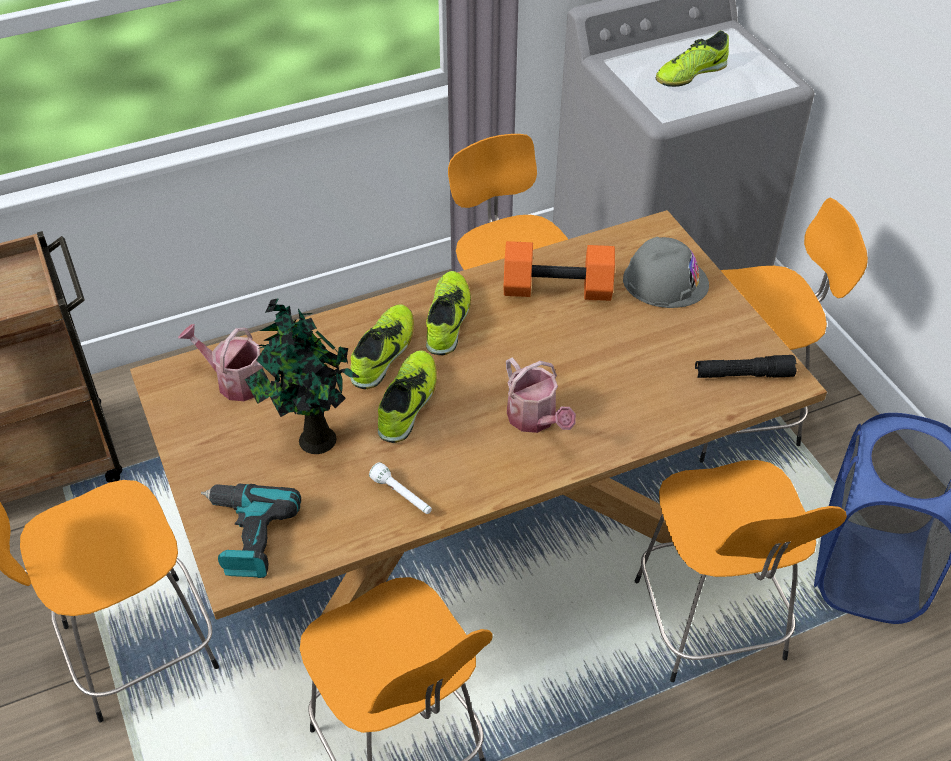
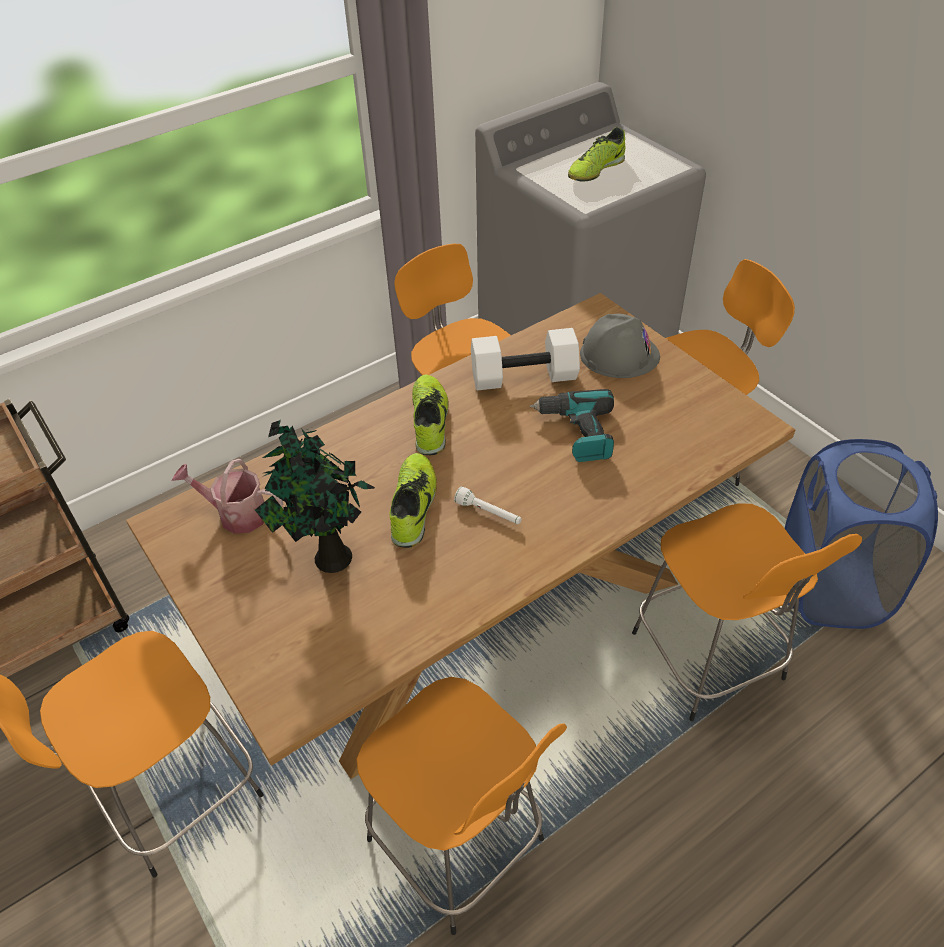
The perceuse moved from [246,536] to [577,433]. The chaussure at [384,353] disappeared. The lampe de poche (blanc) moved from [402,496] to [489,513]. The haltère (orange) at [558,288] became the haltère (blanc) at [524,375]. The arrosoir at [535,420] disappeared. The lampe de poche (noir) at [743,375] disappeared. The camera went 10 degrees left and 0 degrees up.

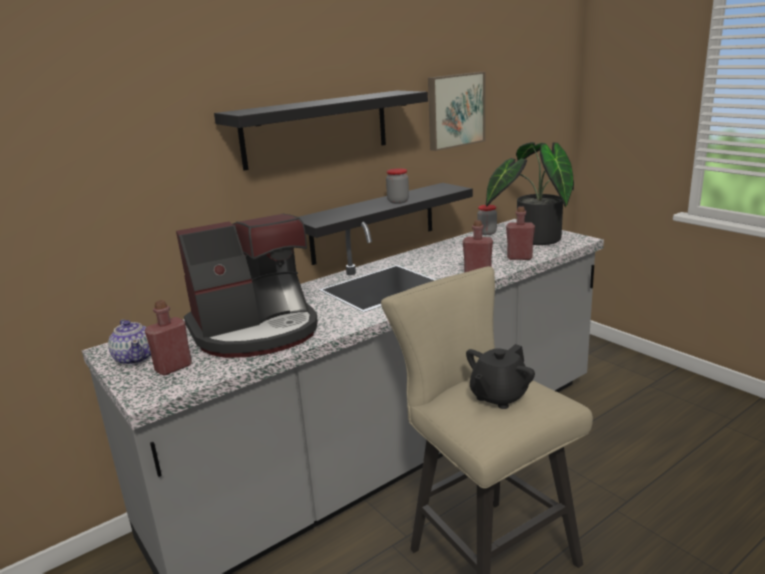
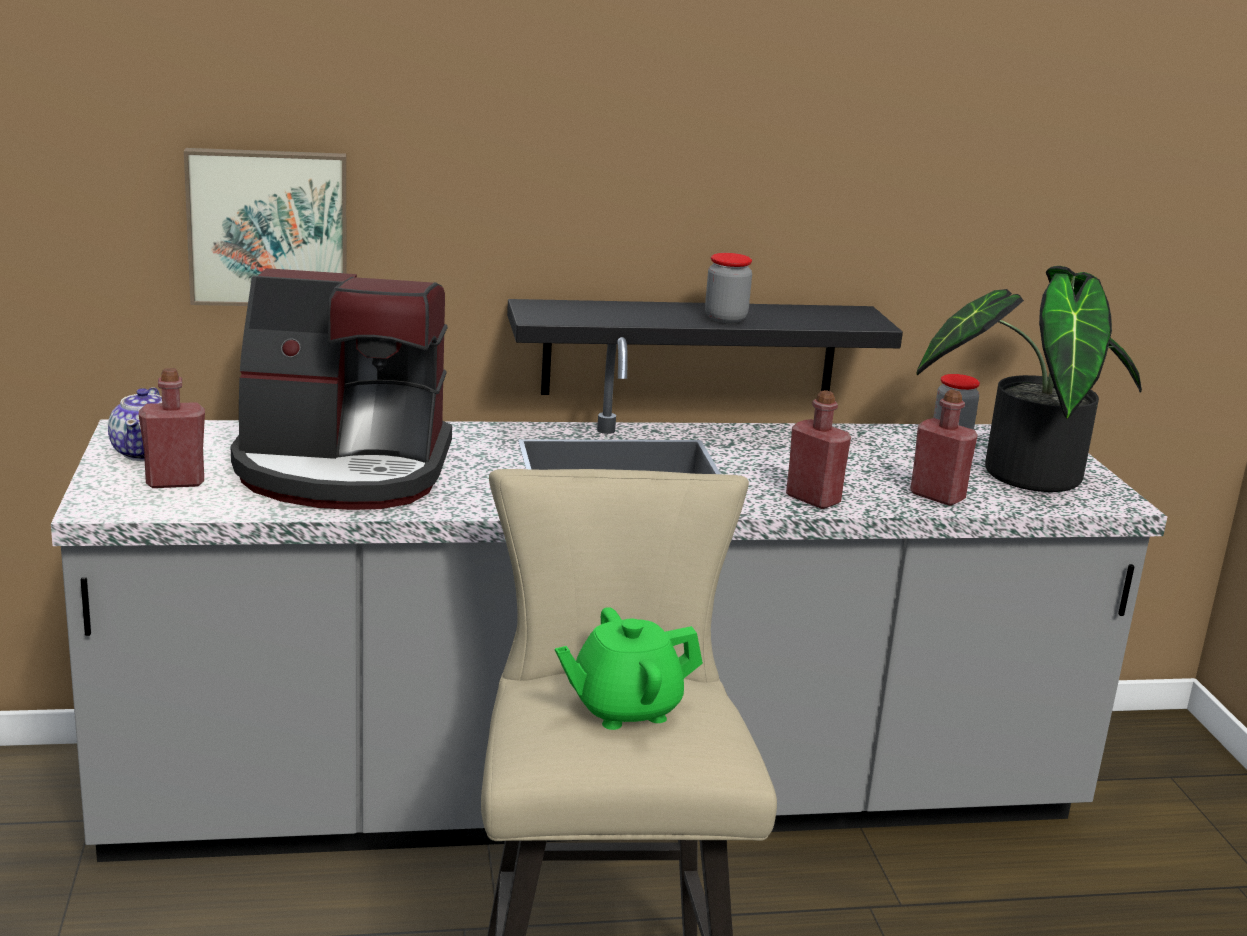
The étagère (noir) at [316,129] disappeared. The tableau moved from [454,110] to [268,227]. The théière (noir) at [498,396] became the théière (vert) at [624,708]. The camera went 25 degrees right and 0 degrees up.

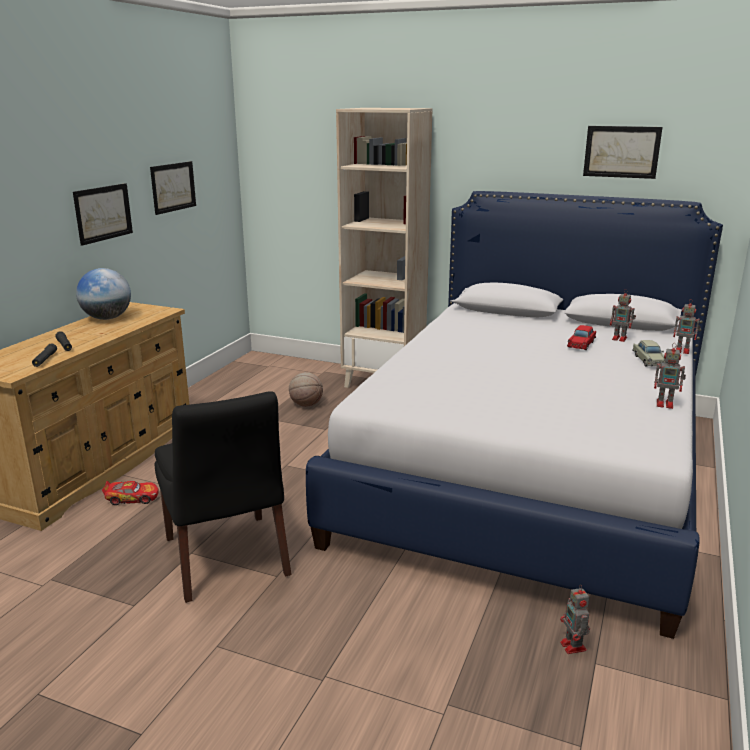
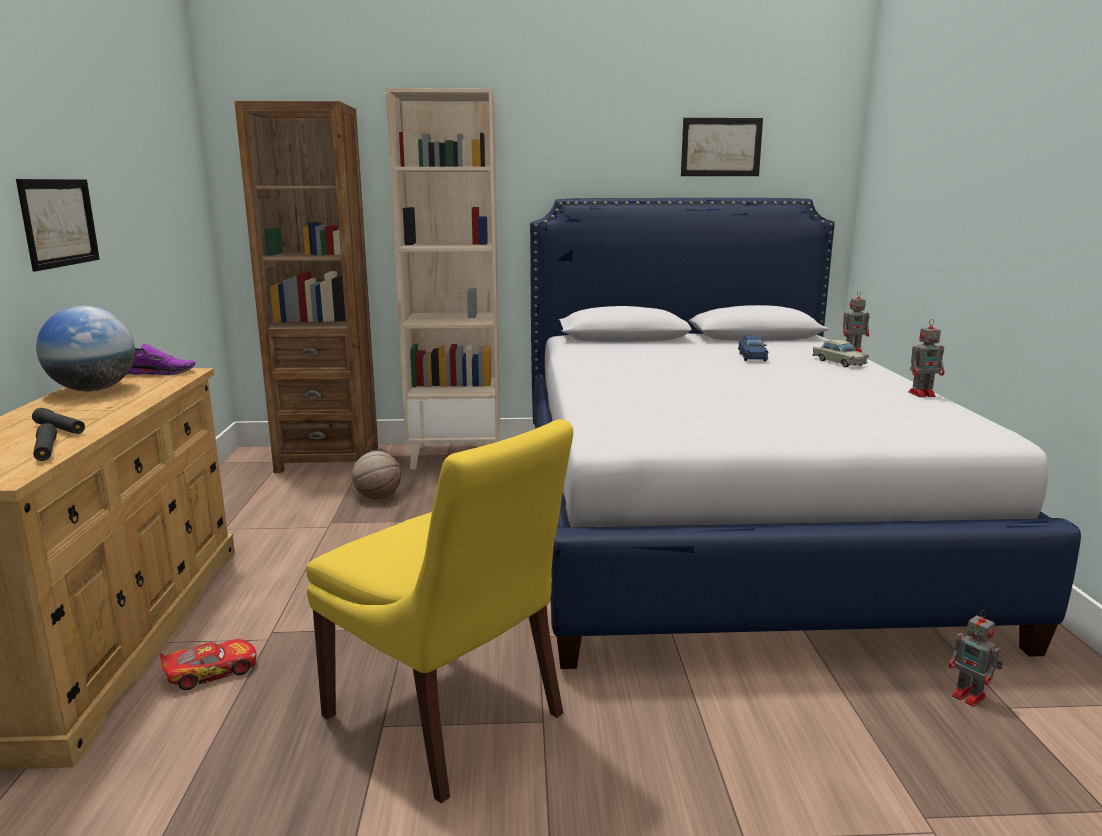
The tableau at [173,187] disappeared. The chaise (noir) at [227,559] became the chaise (jaune) at [448,719]. The petite voiture (rouge) at [581,344] became the petite voiture (bleu) at [752,357]. The robot jouet at [620,339] disappeared. The chaussure (violet) at [159,373] appeared. The bibliothèque (marron) at [328,459] appeared. The camera went 25 degrees left and 5 degrees down.

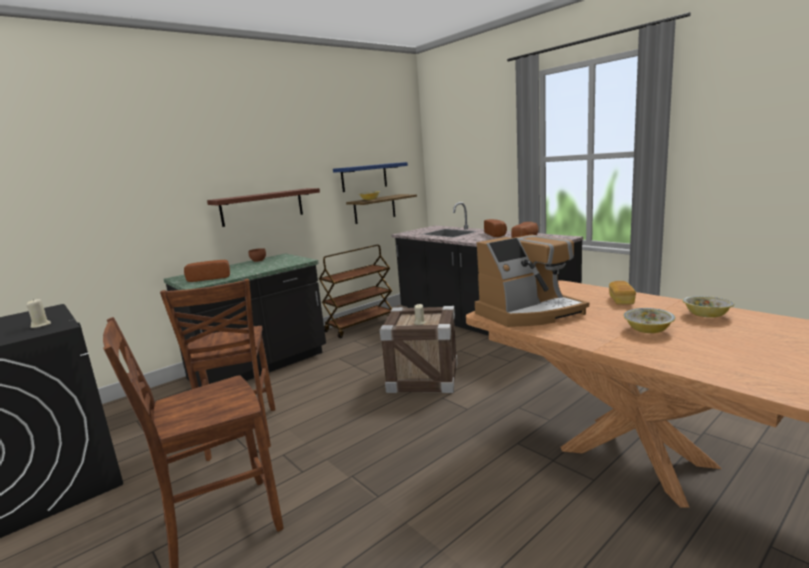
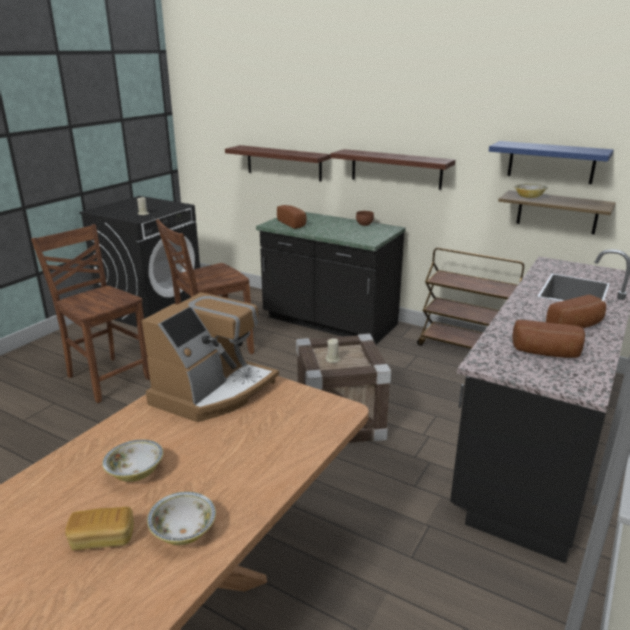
The machine à café at [529,313] turned 105 degrees counterclockwise. The pain moved from [621,301] to [103,539]. The étagère at [283,163] appeared. The camera went 70 degrees right and 10 degrees up.

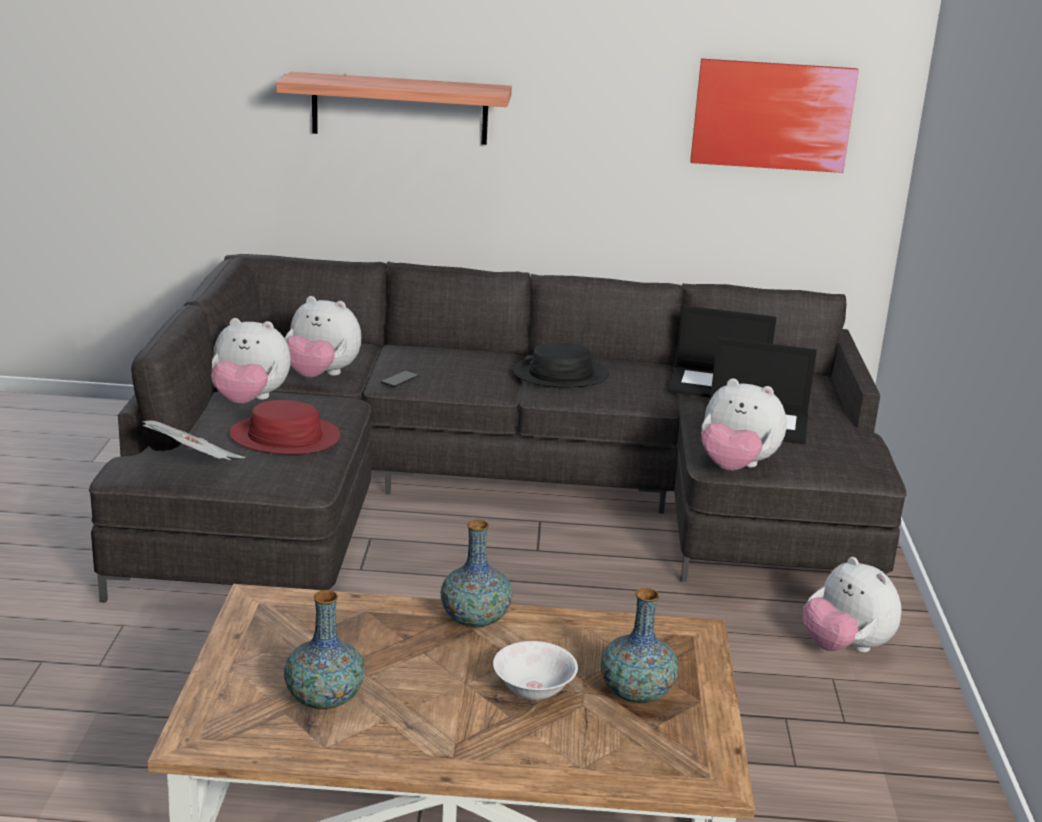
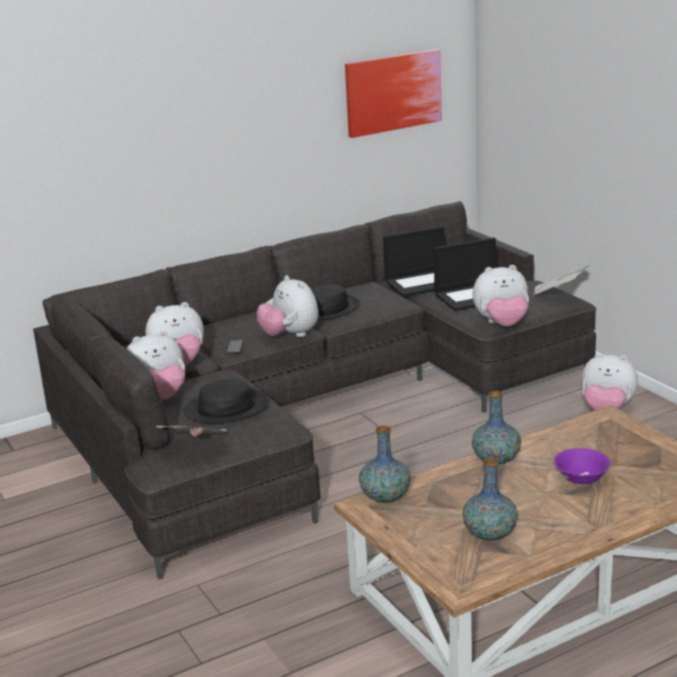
The chapeau (rouge) at [285,437] became the chapeau (noir) at [226,408]. The étagère at [399,108] disappeared. The bol (blanc) at [533,691] became the bol (violet) at [581,479]. The vase moved from [636,693] to [385,497]. The peluche at [290,335] appeared. The journal at [559,294] appeared. The camera went 30 degrees left and 0 degrees up.

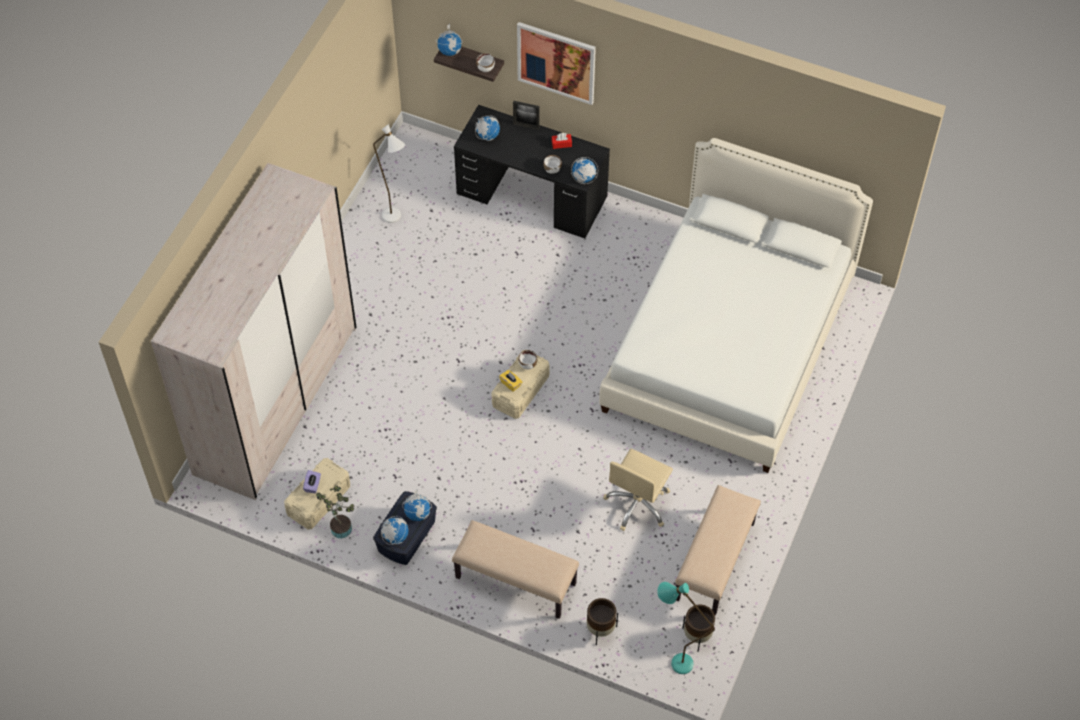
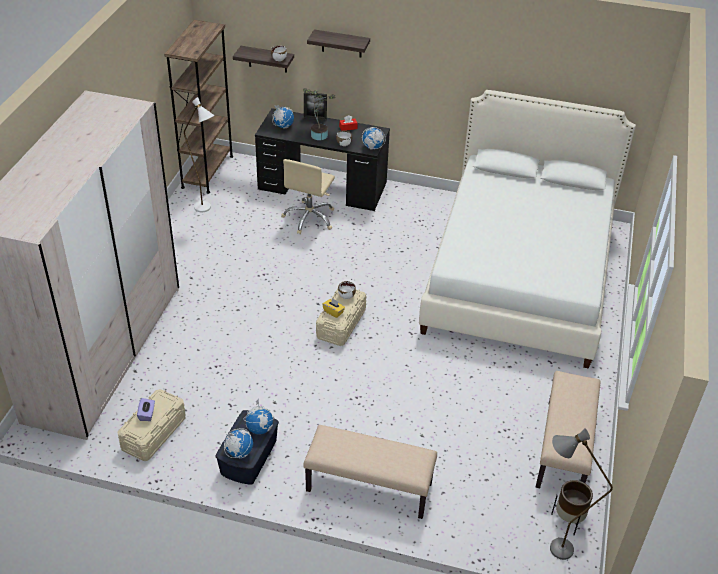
The plante en pot moved from [341,526] to [318,134]. The globe at [450,51] disappeared. The tableau at [556,62] was replaced by the étagère at [341,43]. The cache-pot (marron) at [600,630] disappeared. The chaise de bureau (beige) moved from [638,504] to [309,218]. The lampadaire (turquoise) at [673,662] became the lampadaire (gris) at [552,548]. The bibliothèque (marron) at [207,171] appeared. The camera went 10 degrees left and 15 degrees down.

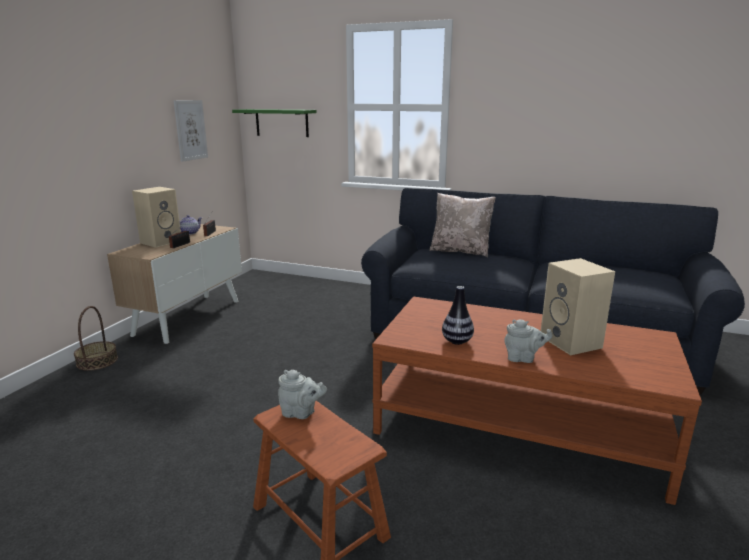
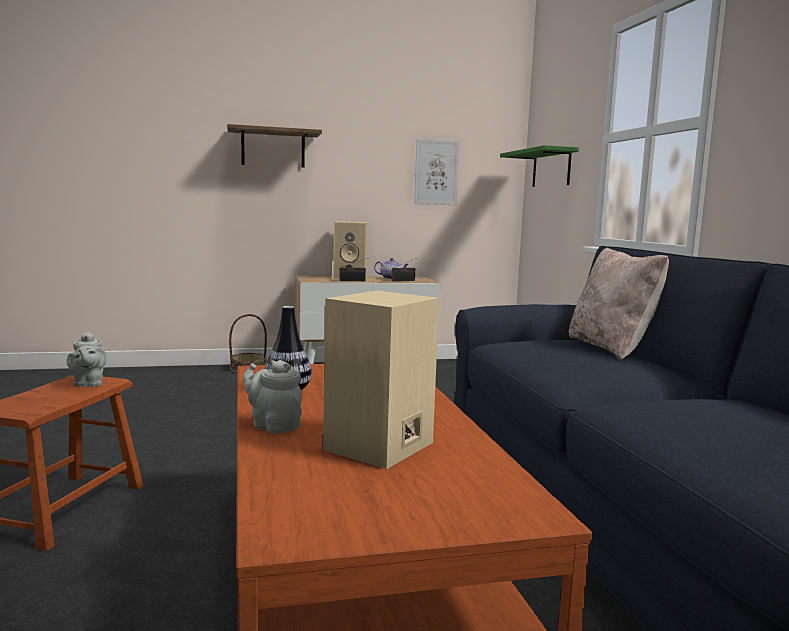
The théière (gris) at [523,358] turned 150 degrees clockwise. The étagère at [273,148] appeared. The camera went 55 degrees right and 10 degrees down.

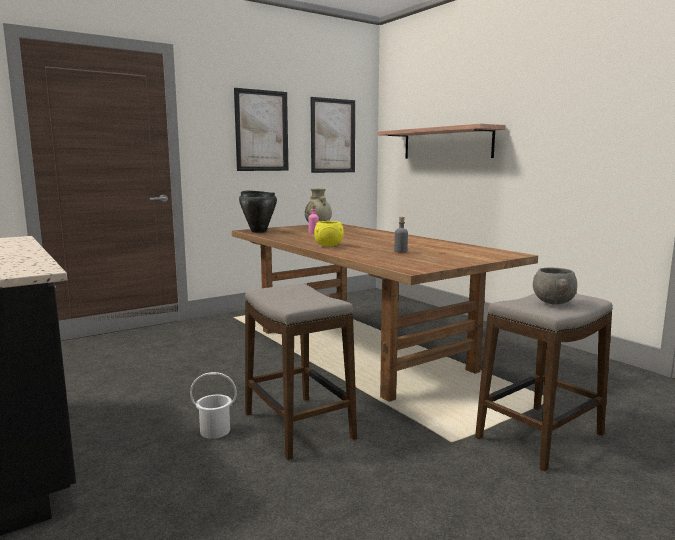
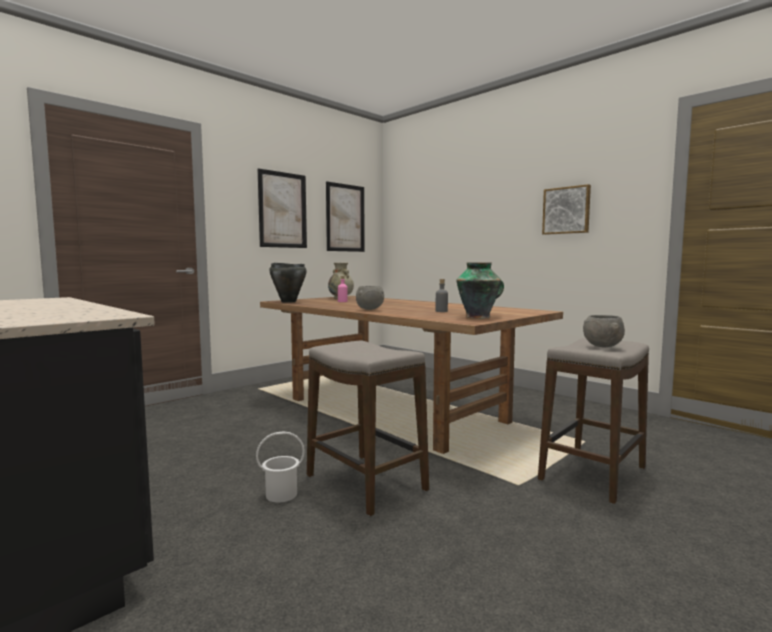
The bol (jaune) at [329,246] became the bol (gris) at [370,309]. The étagère at [446,143] disappeared. The vase at [479,317] appeared. The tableau at [566,210] appeared. The camera went 10 degrees left and 5 degrees down.

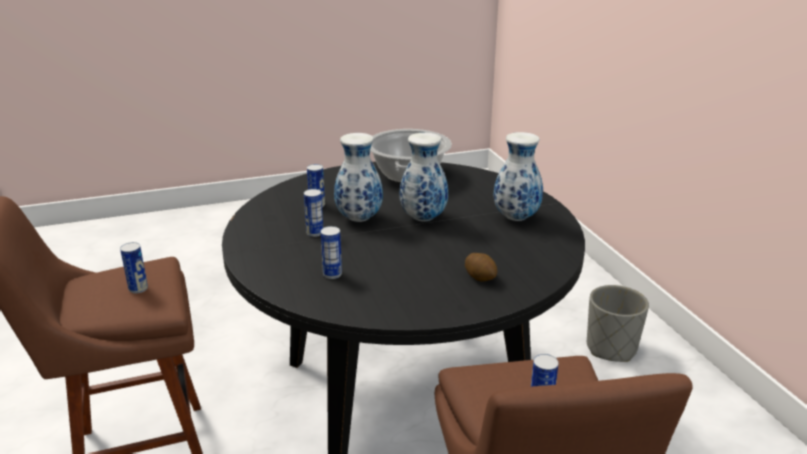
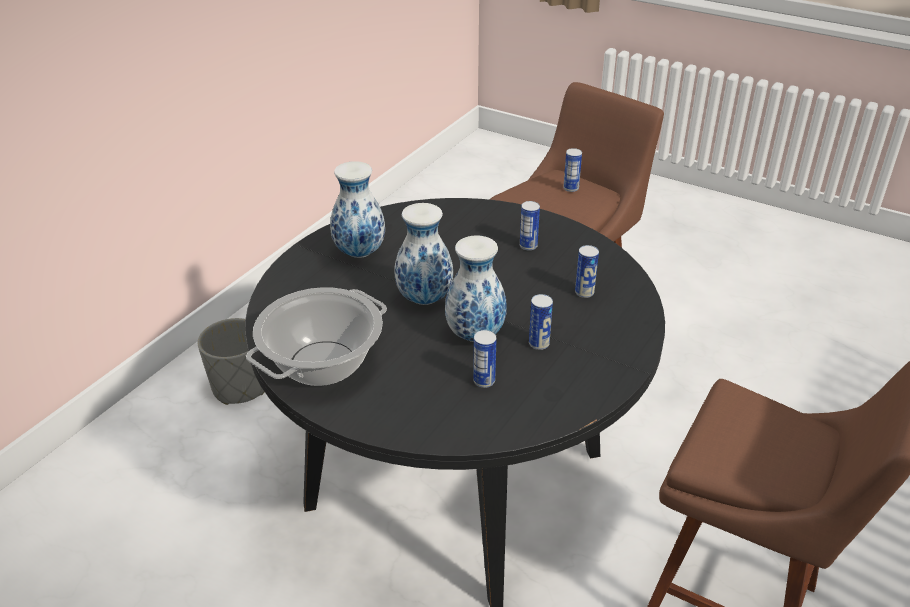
The boîte métallique moved from [138,289] to [528,246]. The pomme de terre at [480,277] disappeared. The camera went 130 degrees left and 10 degrees up.

